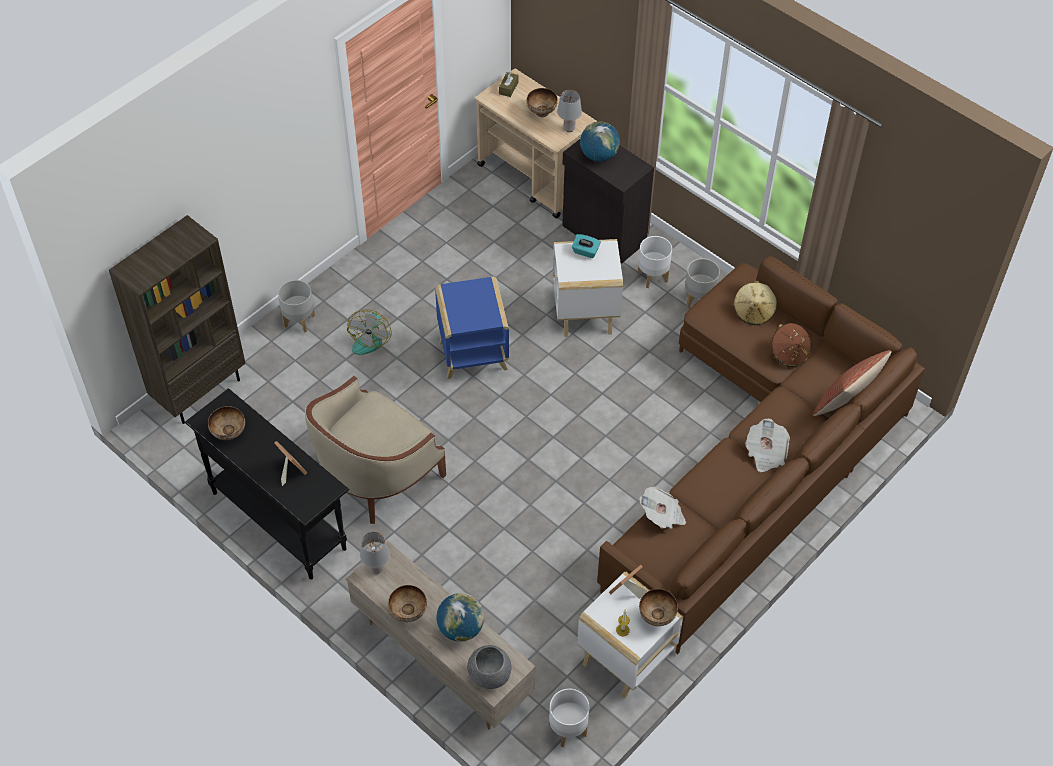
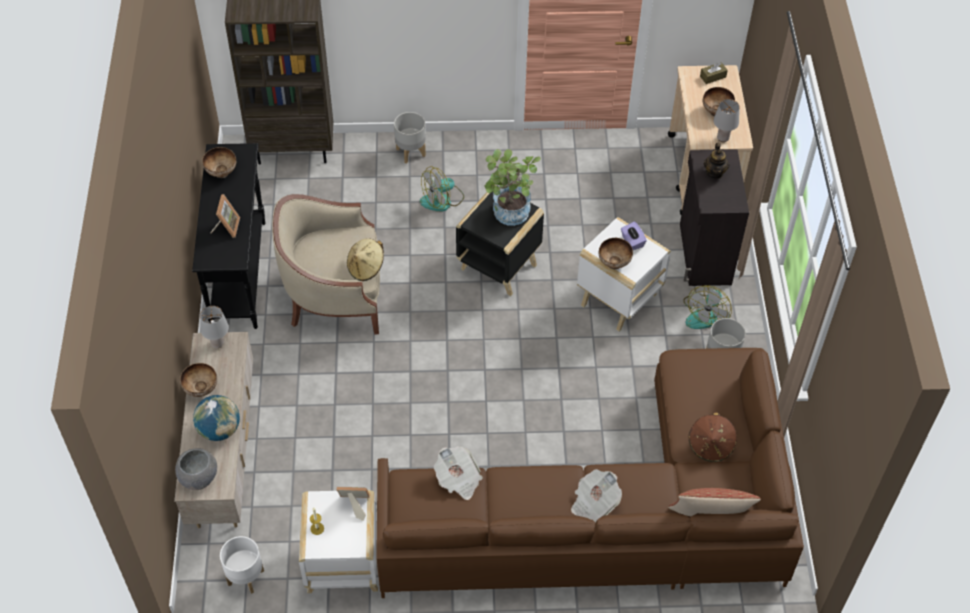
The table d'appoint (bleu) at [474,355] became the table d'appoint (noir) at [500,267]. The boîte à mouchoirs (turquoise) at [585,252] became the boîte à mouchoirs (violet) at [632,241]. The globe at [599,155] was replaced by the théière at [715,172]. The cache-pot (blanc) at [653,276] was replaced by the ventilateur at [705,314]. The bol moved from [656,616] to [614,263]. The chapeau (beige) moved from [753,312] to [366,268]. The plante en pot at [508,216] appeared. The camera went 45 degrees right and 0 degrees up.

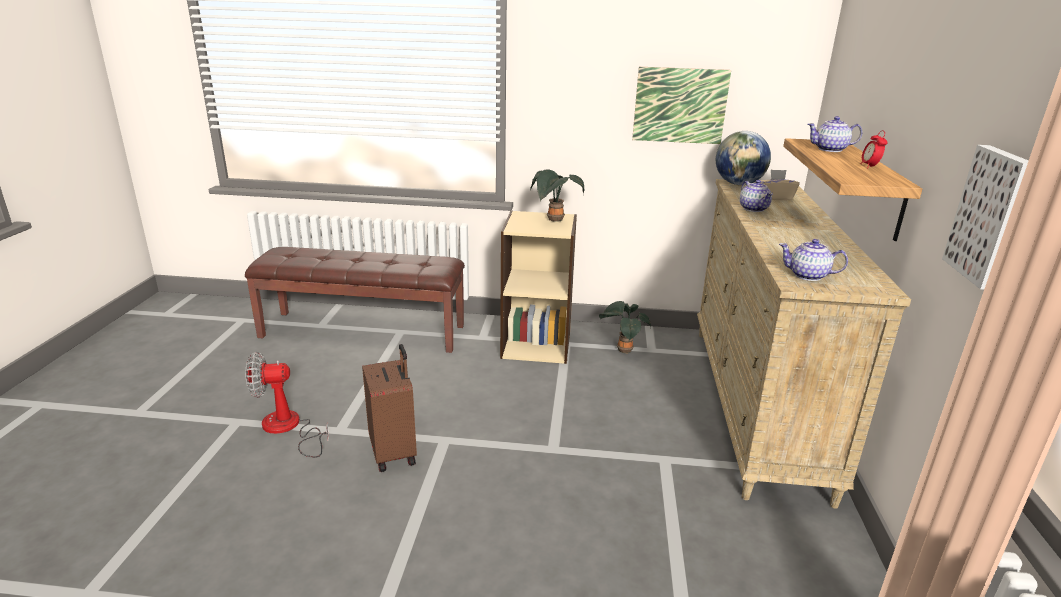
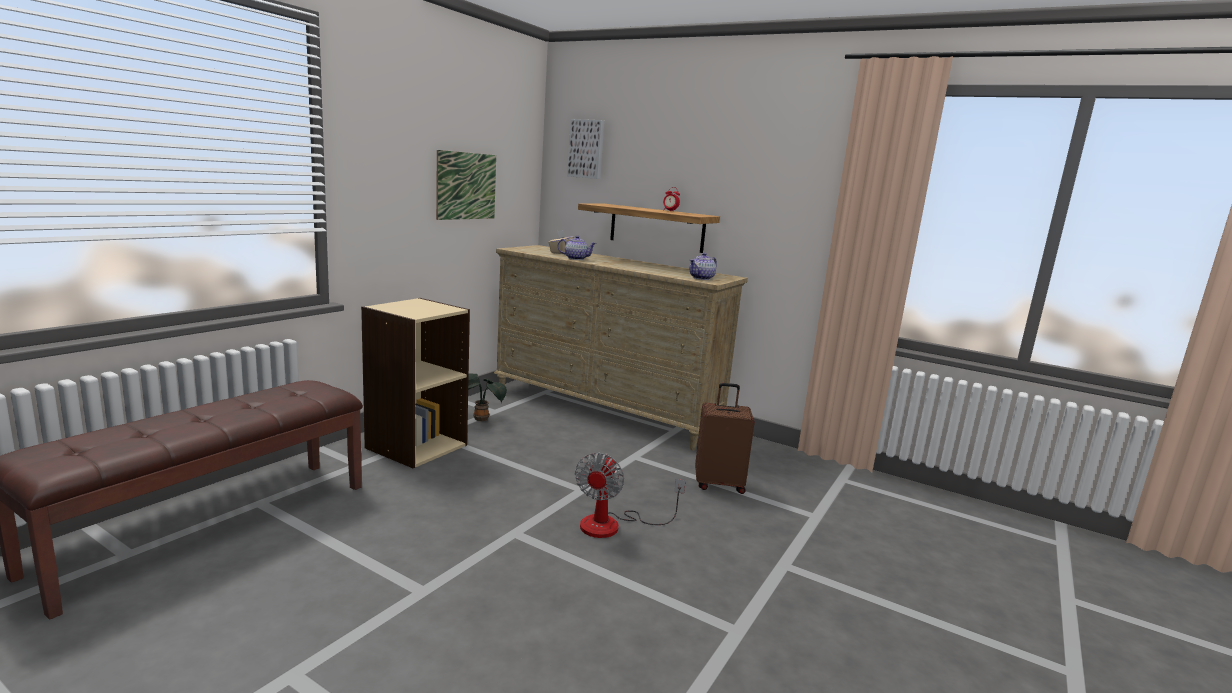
The ventilateur moved from [288,428] to [613,525]. The valise (marron) moved from [394,452] to [719,484]. The plante en pot at [554,220] disappeared. The globe at [738,184] disappeared. The théière at [830,149] disappeared. The tableau moved from [992,216] to [587,149]. The camera went 65 degrees left and 10 degrees down.

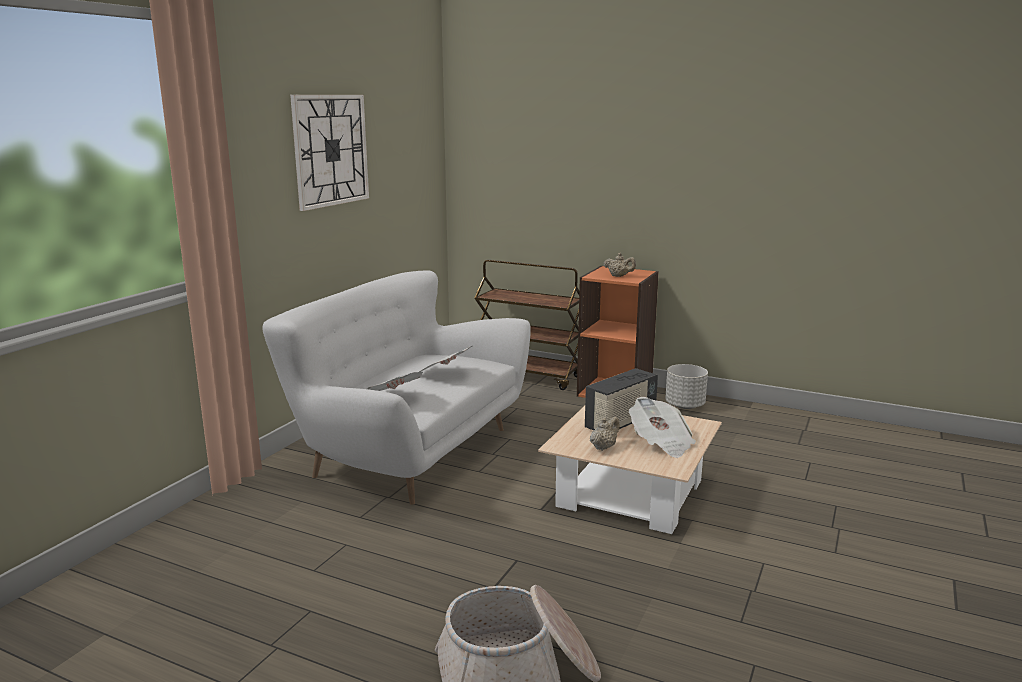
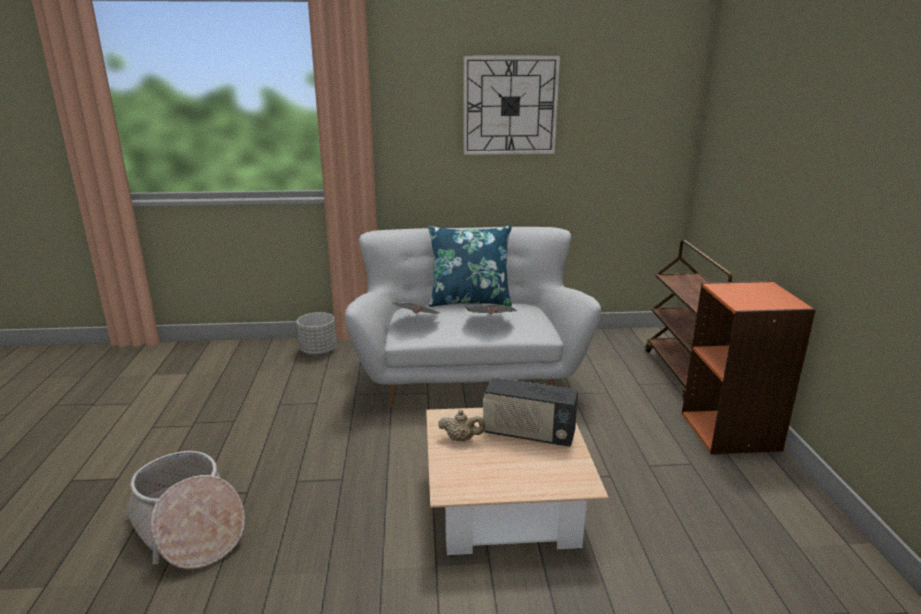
The théière (beige) at [619,276] disappeared. The journal at [661,443] disappeared. The cache-pot (gris) moved from [684,405] to [318,351]. The coussin (bleu) at [469,301] appeared. The camera went 60 degrees right and 5 degrees up.

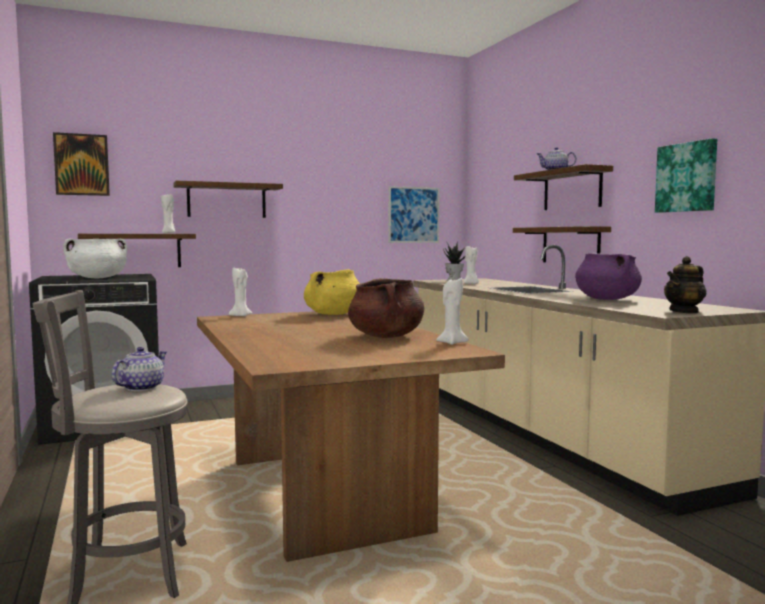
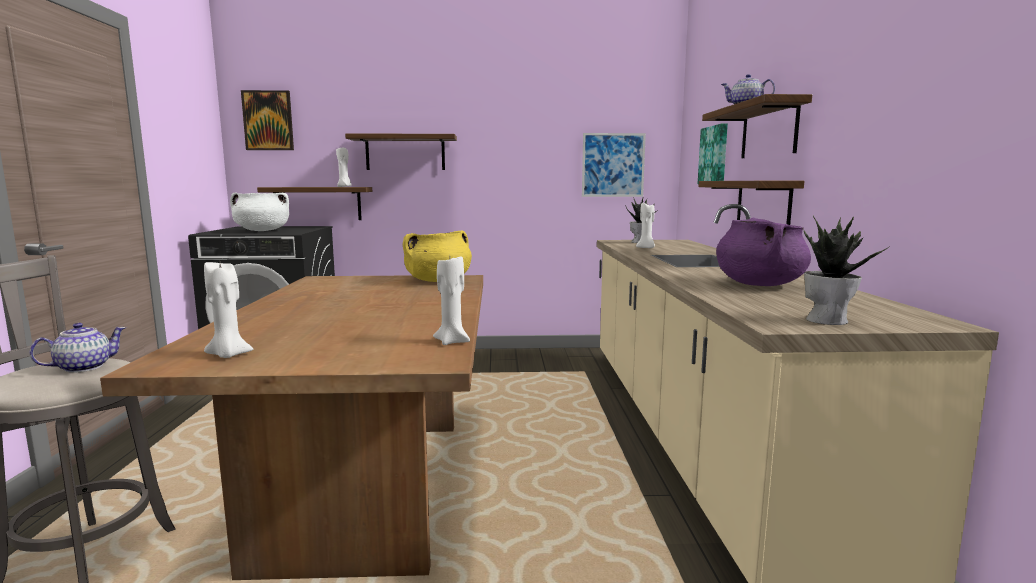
The bougie (blanc) moved from [241,316] to [228,355]. The marmite (marron) at [386,336] disappeared. The tableau moved from [687,177] to [714,155]. The théière at [684,311] was replaced by the plante en pot at [828,320]. The camera went 20 degrees right and 5 degrees up.

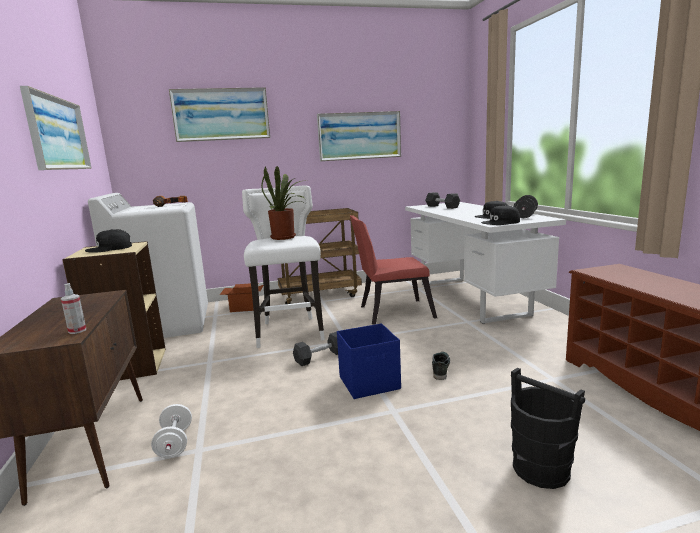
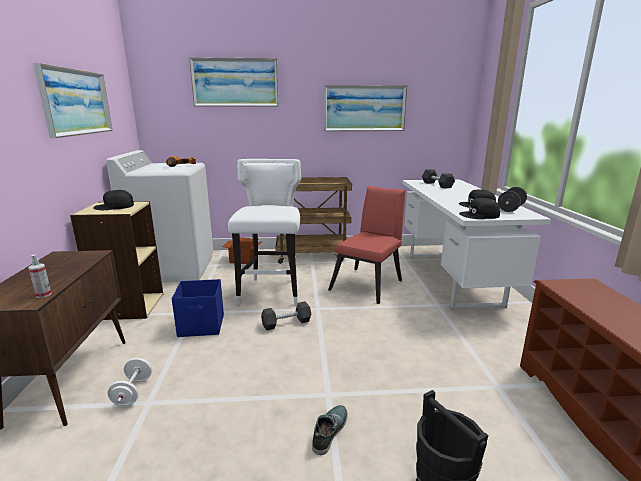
The plante en pot at [286,237] disappeared. The boîte de rangement (bleu) moved from [370,383] to [202,326]. The chaise (rouge) at [391,312] turned 120 degrees clockwise. The chaussure moved from [440,368] to [329,431]. The camera went 10 degrees right and 5 degrees up.

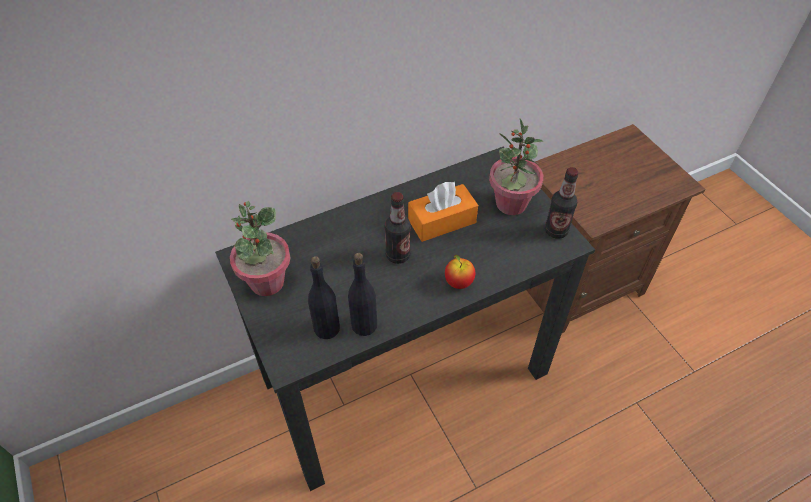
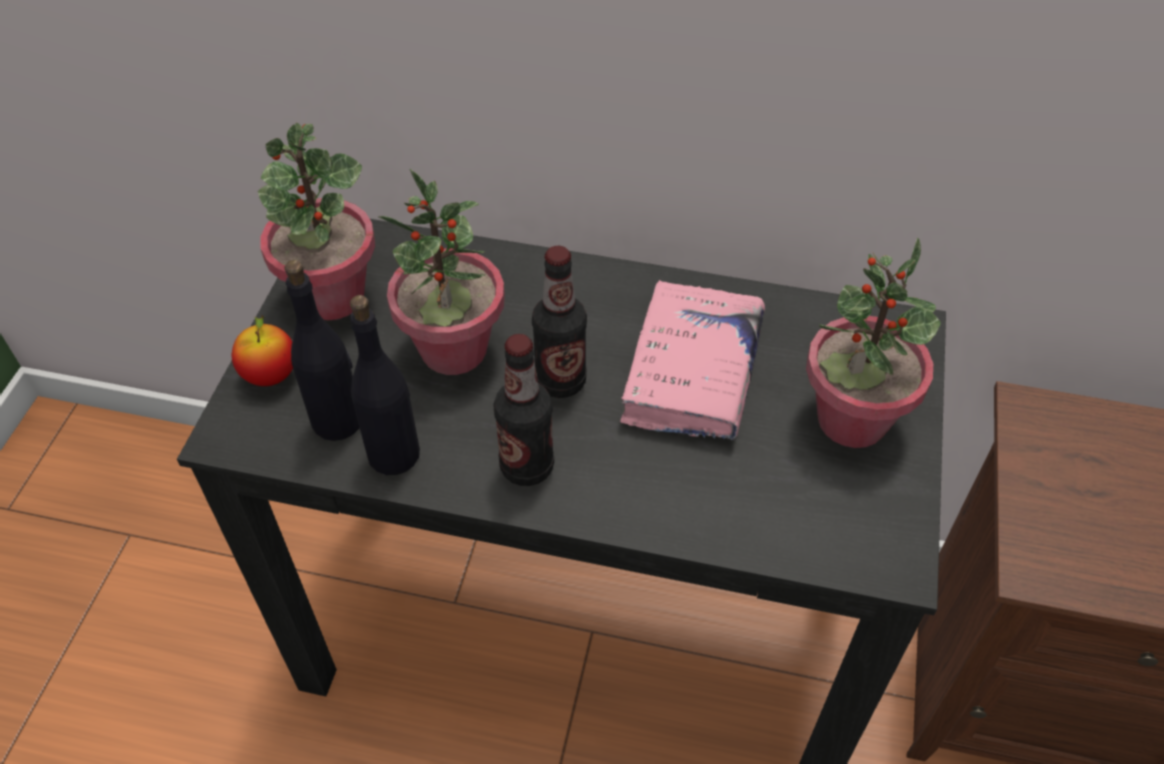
The boîte à mouchoirs (orange) at [442,221] was replaced by the livre (rose) at [692,372]. The pomme moved from [458,282] to [271,375]. The bouteille moved from [556,231] to [527,466]. The plante en pot at [453,350] appeared. The camera went 40 degrees right and 0 degrees up.

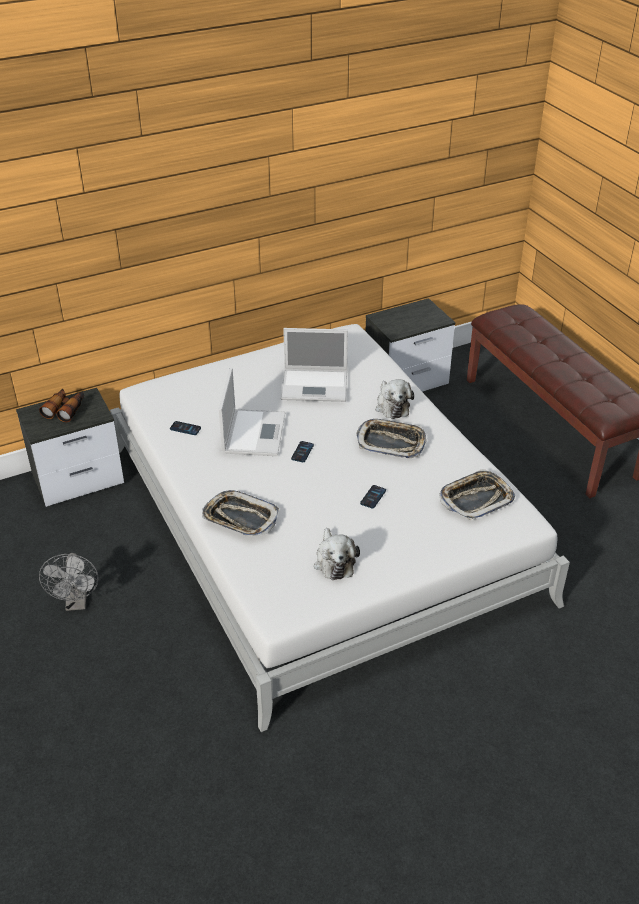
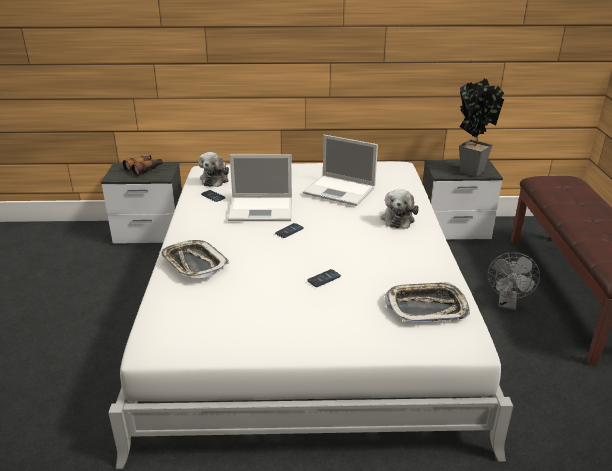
The ventilateur (gris) moved from [77,602] to [507,304]. The ordinateur portable at [254,432] turned 60 degrees clockwise. The peluche moved from [334,561] to [215,179]. The plateau at [391,442] disappeared. The plante en pot at [469,170] appeared. The camera went 25 degrees right and 10 degrees down.

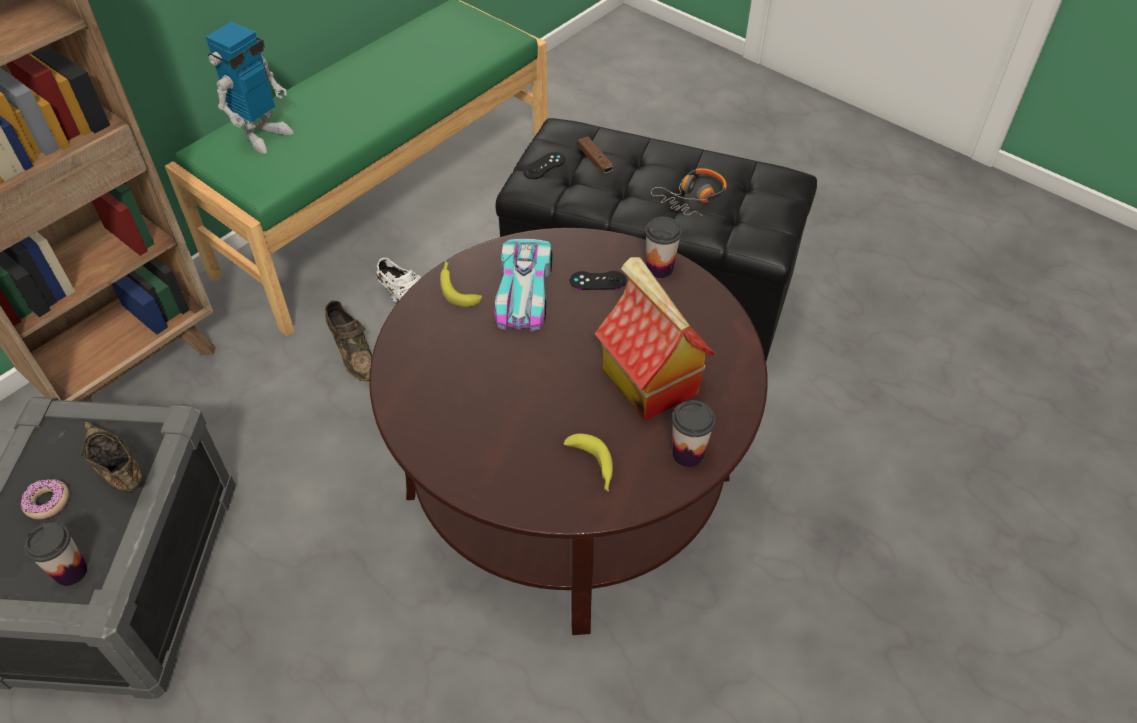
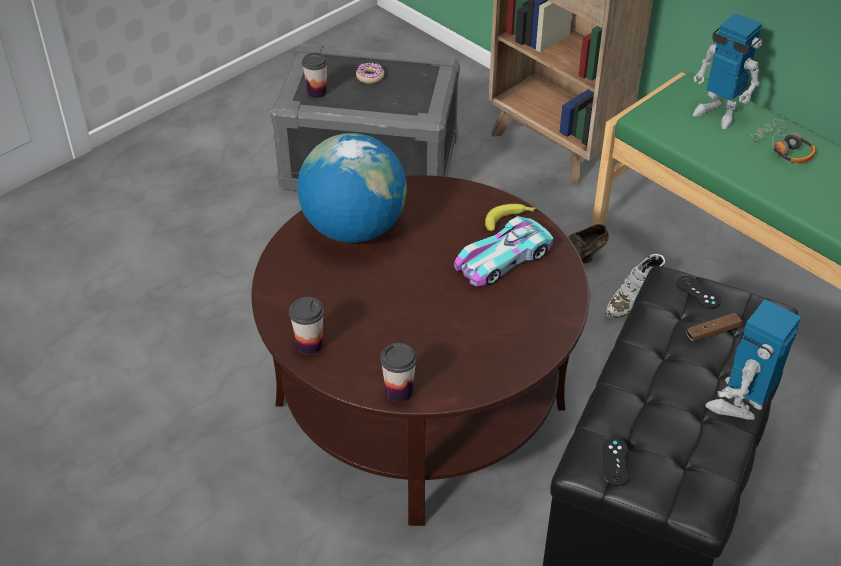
The chaussure (marron) at [118,471] disappeared. The petite voiture at [524,291] turned 45 degrees counterclockwise. The banane at [592,467] disappeared. The manette (noir) moved from [598,281] to [615,462]. The maison miniature at [647,381] disappeared. The tasse moved from [659,268] to [399,392]. The casque audio moved from [692,198] to [782,149]. The globe at [354,228] appeared. The robot jouet at [740,404] appeared. The camera went 95 degrees right and 5 degrees down.

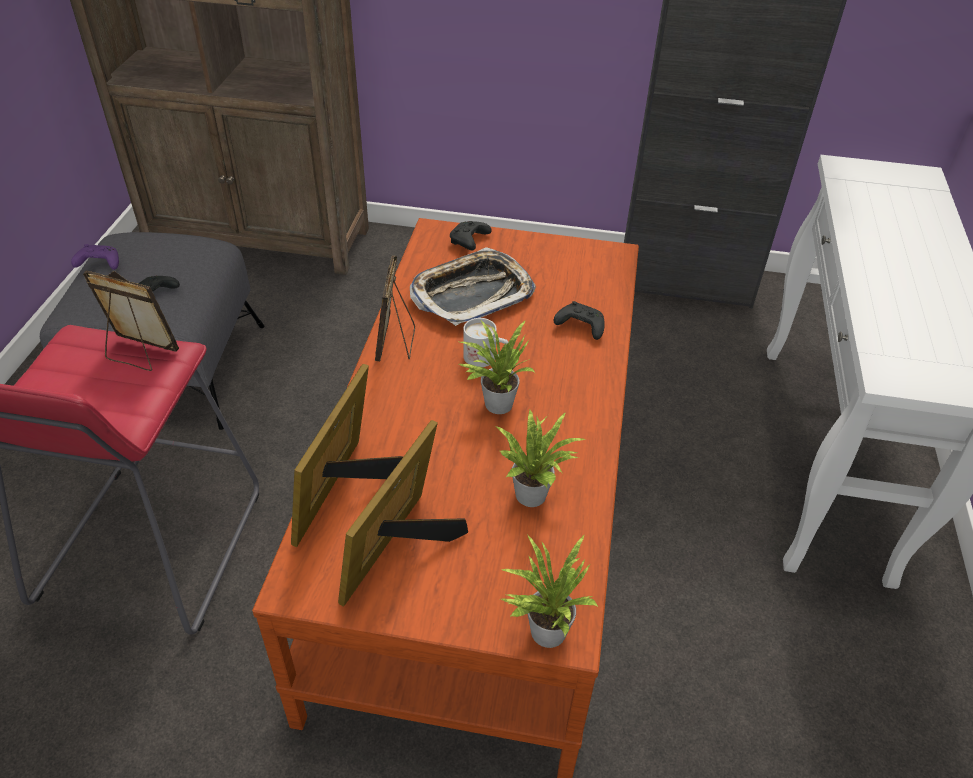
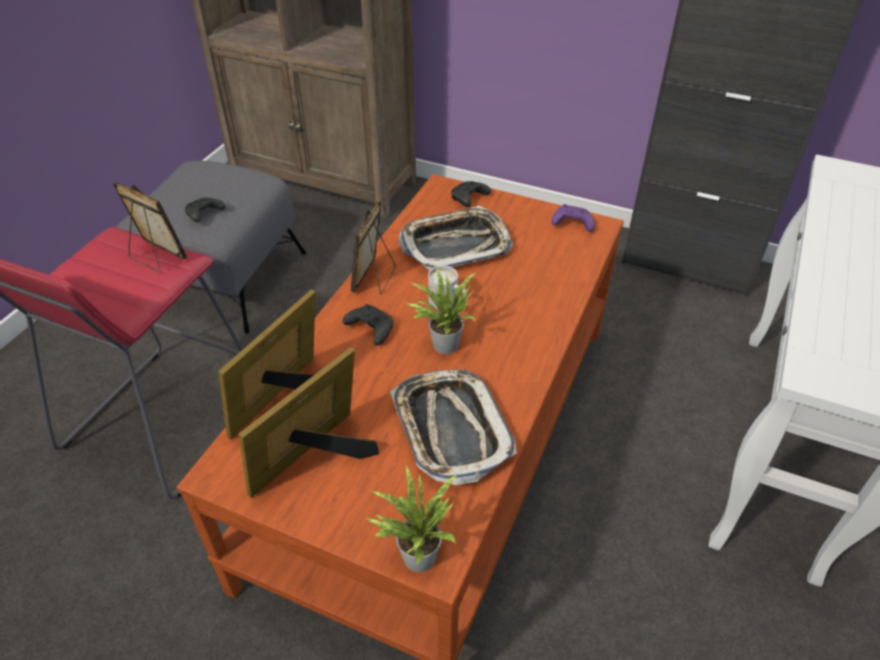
The manette (violet) moved from [98,264] to [571,224]. The plante en pot at [534,493] was replaced by the plateau at [450,429]. The manette (noir) moved from [579,326] to [370,329]. The camera went 15 degrees right and 0 degrees up.

